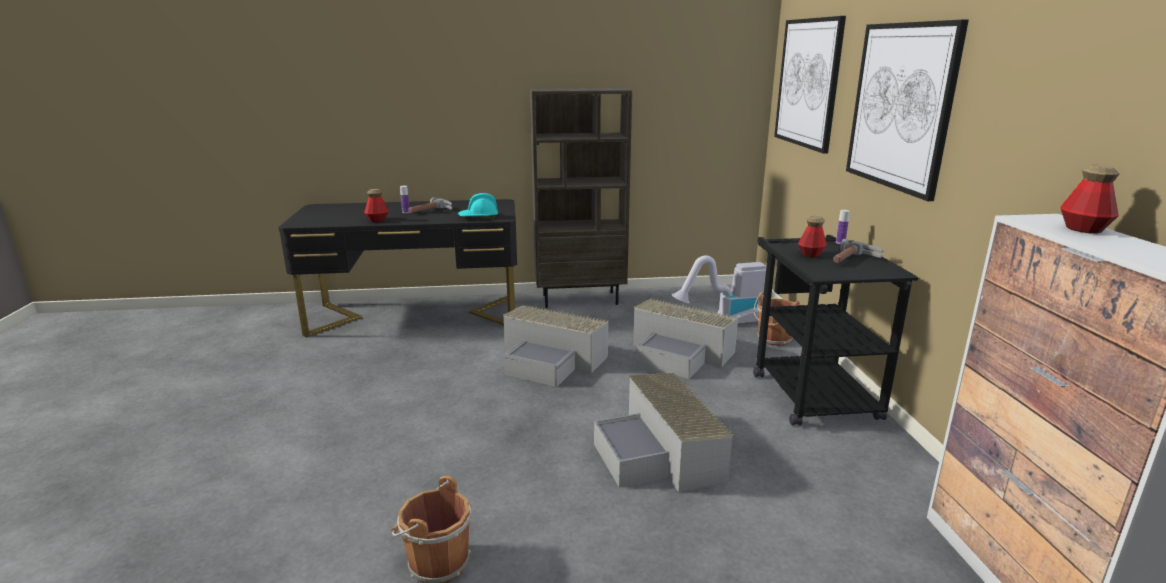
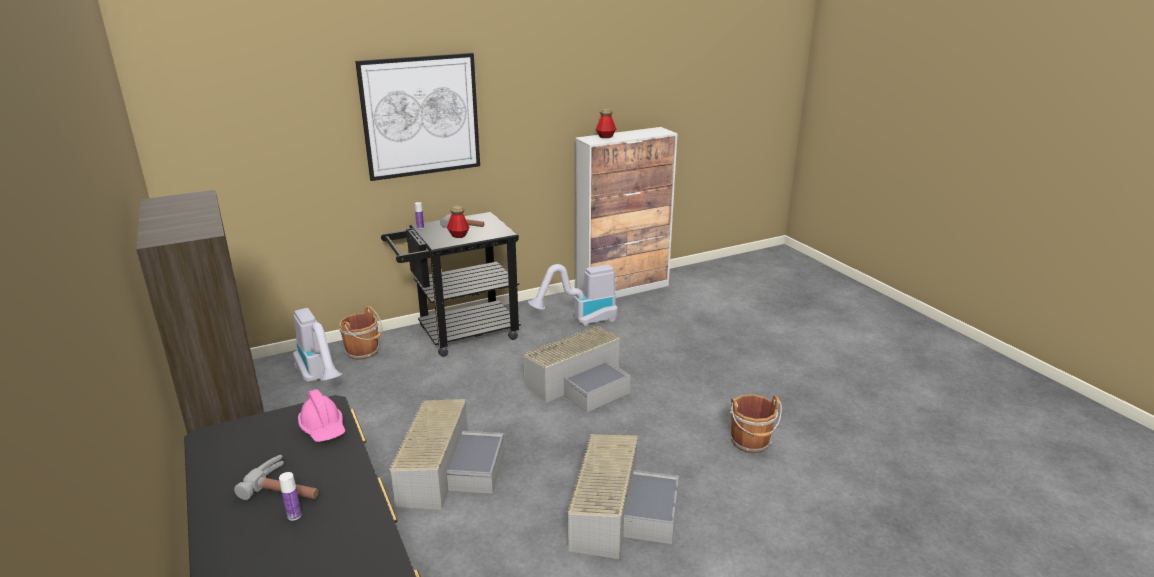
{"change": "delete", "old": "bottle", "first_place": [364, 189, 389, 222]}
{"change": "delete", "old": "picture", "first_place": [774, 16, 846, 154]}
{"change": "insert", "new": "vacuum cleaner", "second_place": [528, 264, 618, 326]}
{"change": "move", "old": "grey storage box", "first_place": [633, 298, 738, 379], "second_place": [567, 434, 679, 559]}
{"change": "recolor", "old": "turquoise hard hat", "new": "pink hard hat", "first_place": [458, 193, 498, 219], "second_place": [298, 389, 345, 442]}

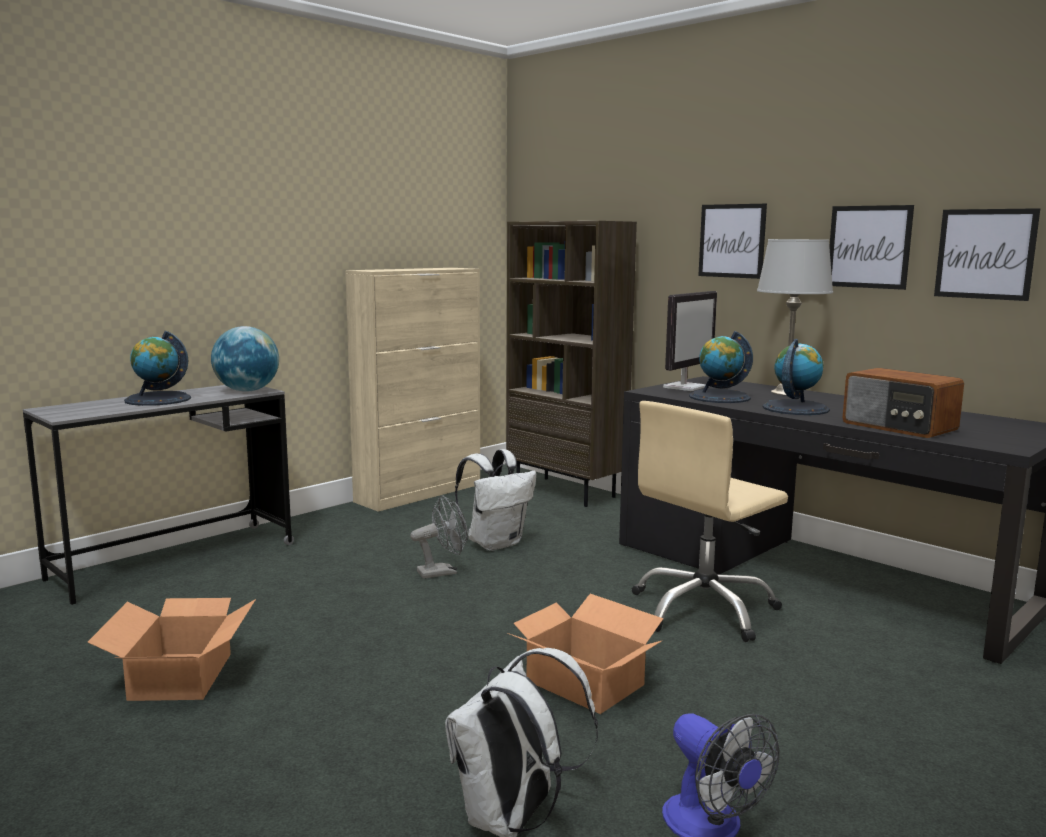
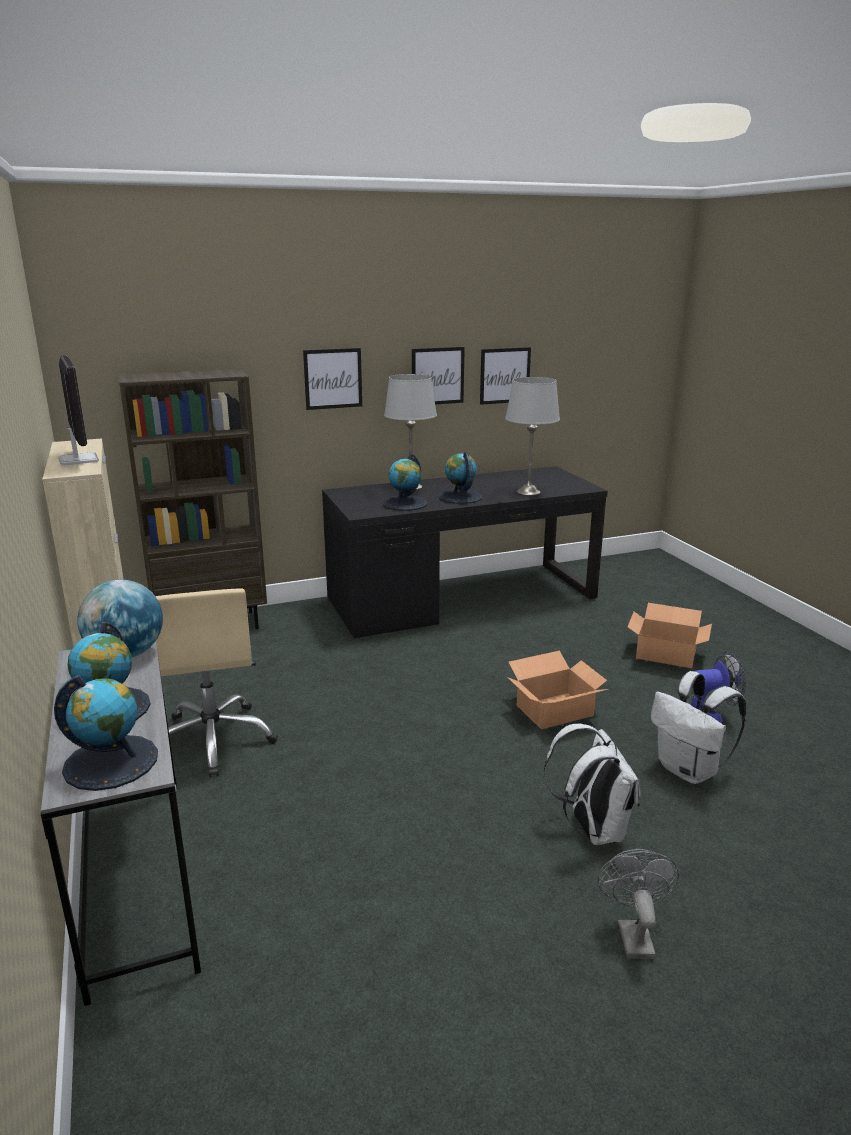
{"change": "insert", "new": "globe", "second_place": [54, 675, 158, 791]}
{"change": "move", "old": "cardboard box", "first_place": [87, 598, 256, 701], "second_place": [628, 603, 712, 668]}
{"change": "move", "old": "grey fan", "first_place": [410, 495, 467, 579], "second_place": [597, 849, 679, 959]}
{"change": "move", "old": "white backpack", "first_place": [455, 449, 536, 551], "second_place": [544, 724, 641, 845]}
{"change": "move", "old": "beige office chair", "first_place": [632, 401, 788, 642], "second_place": [155, 588, 278, 778]}
{"change": "move", "old": "monitor", "first_place": [663, 291, 717, 391], "second_place": [59, 355, 99, 465]}
{"change": "replace", "old": "radio", "new": "grey table lamp", "first_place": [842, 368, 964, 438], "second_place": [505, 377, 560, 496]}

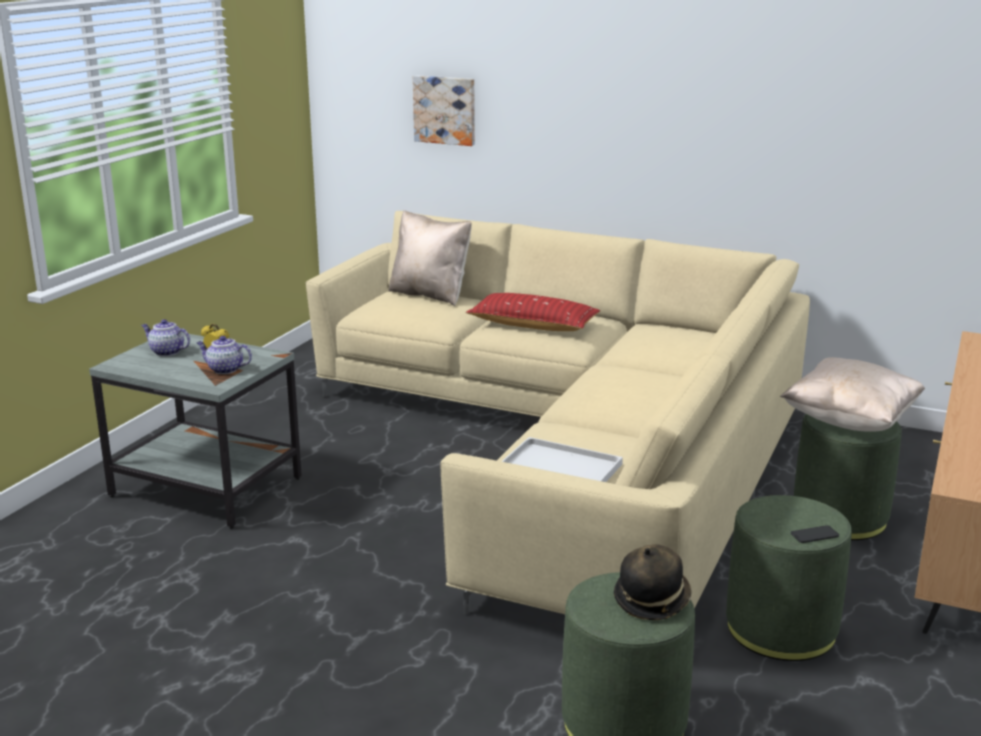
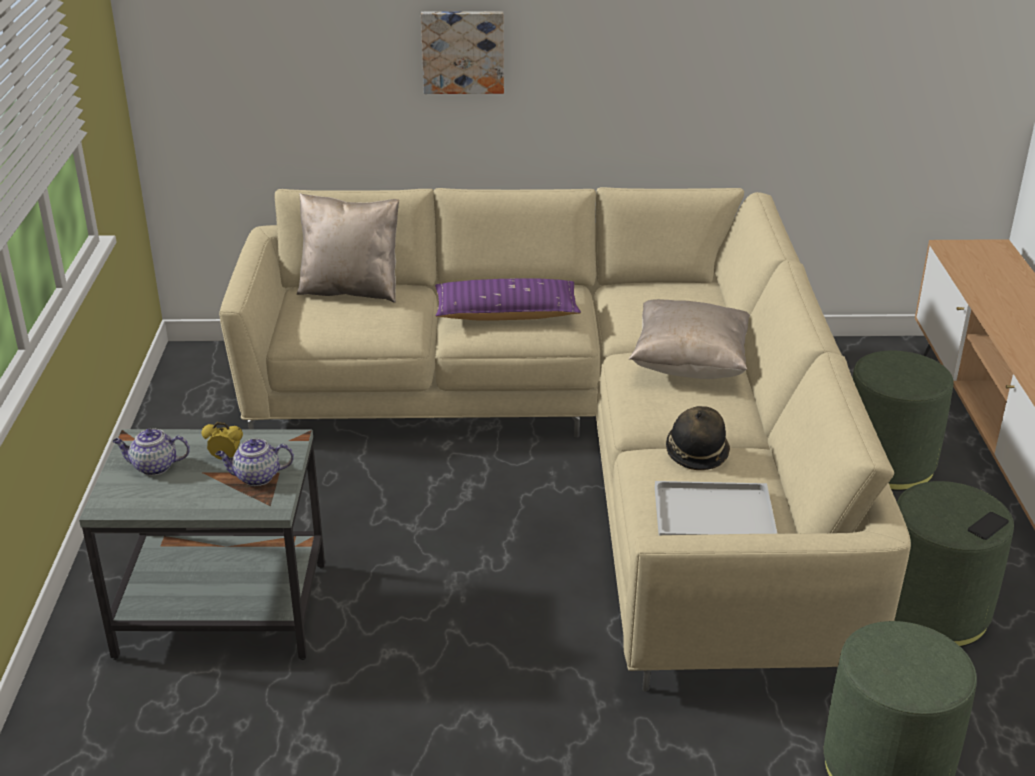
{"change": "move", "old": "picture", "first_place": [413, 75, 475, 146], "second_place": [421, 11, 504, 94]}
{"change": "move", "old": "hat", "first_place": [614, 544, 692, 620], "second_place": [666, 406, 730, 470]}
{"change": "move", "old": "beige pillow", "first_place": [780, 357, 925, 431], "second_place": [629, 299, 750, 379]}
{"change": "recolor", "old": "red pillow", "new": "purple pillow", "first_place": [466, 293, 600, 331], "second_place": [435, 278, 581, 321]}

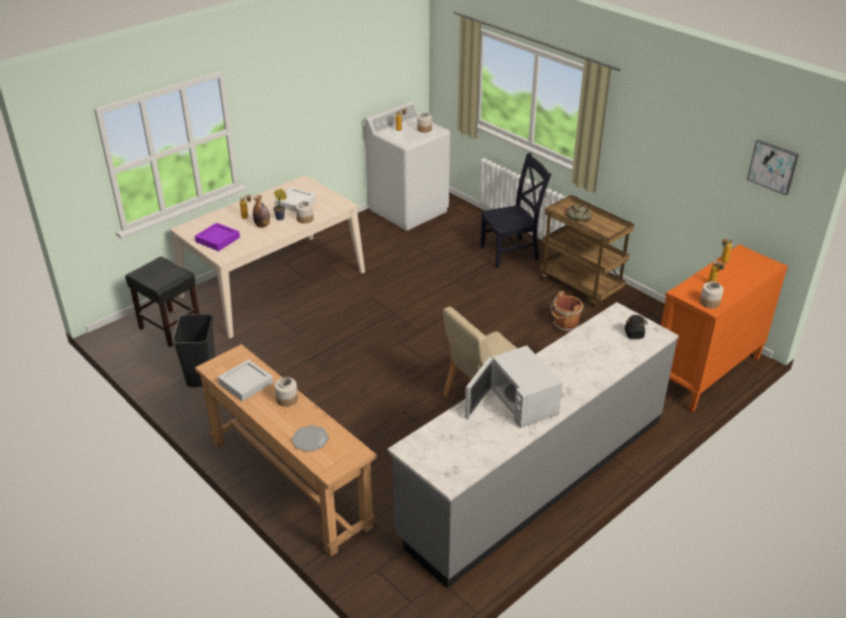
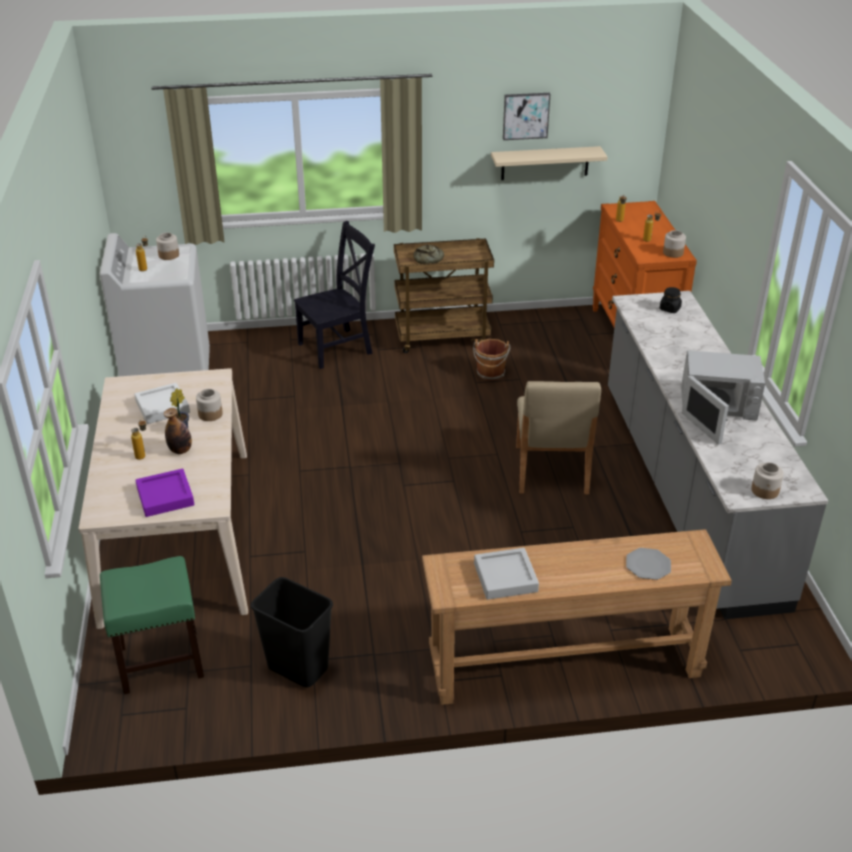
{"change": "insert", "new": "beige shelf", "second_place": [491, 146, 607, 180]}
{"change": "move", "old": "jar", "first_place": [275, 377, 298, 407], "second_place": [751, 462, 784, 499]}
{"change": "move", "old": "picture", "first_place": [747, 139, 799, 195], "second_place": [503, 93, 550, 140]}
{"change": "recolor", "old": "black stool", "new": "green stool", "first_place": [125, 256, 200, 347], "second_place": [100, 556, 204, 694]}
{"change": "rotate", "old": "black chair", "first_place": [480, 153, 551, 268], "second_place": [294, 221, 375, 369], "degrees": 45}

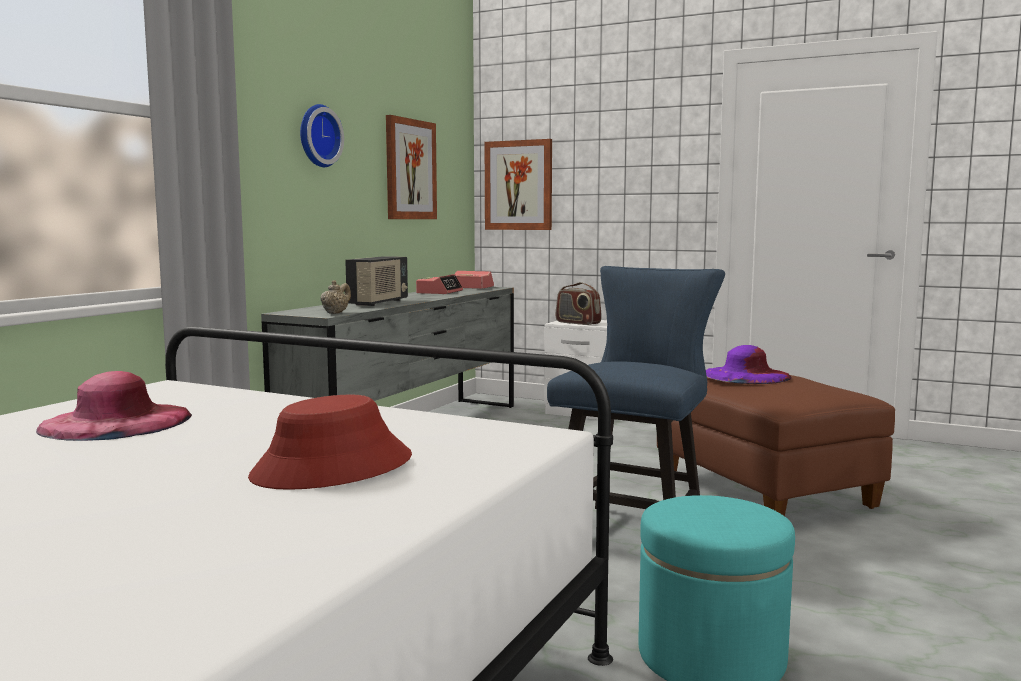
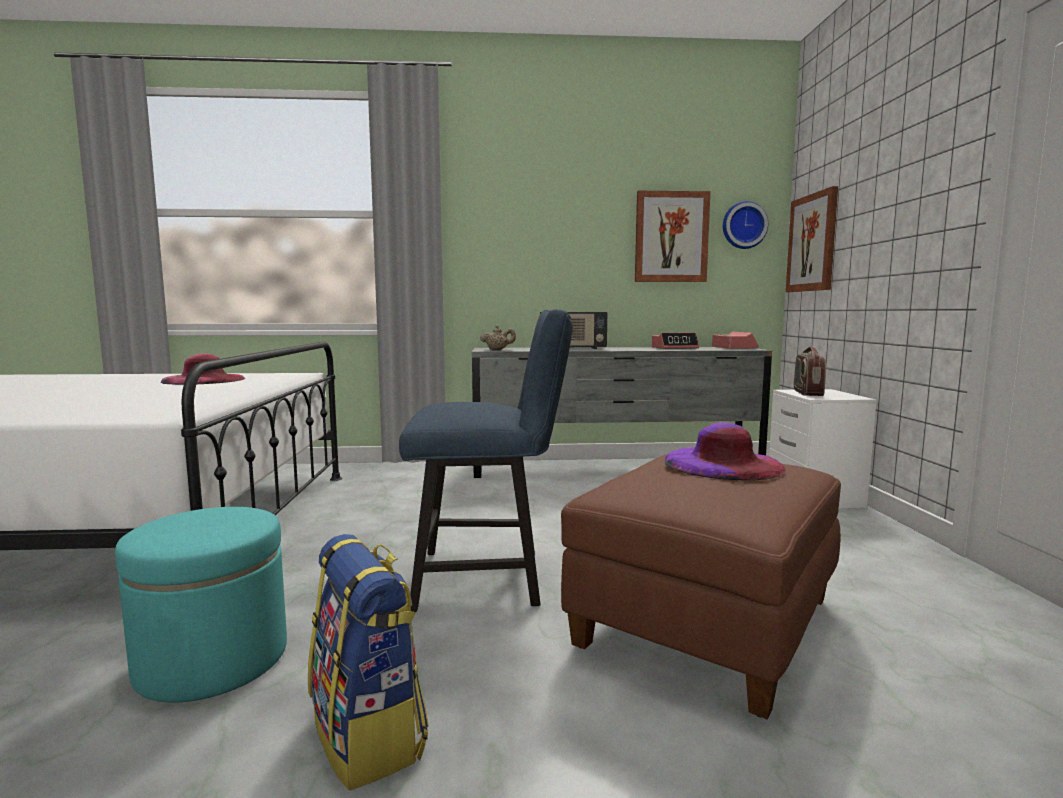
{"change": "delete", "old": "red hat", "first_place": [248, 395, 412, 490]}
{"change": "insert", "new": "backpack", "second_place": [308, 534, 429, 791]}
{"change": "move", "old": "wall clock", "first_place": [300, 104, 344, 167], "second_place": [723, 201, 768, 249]}

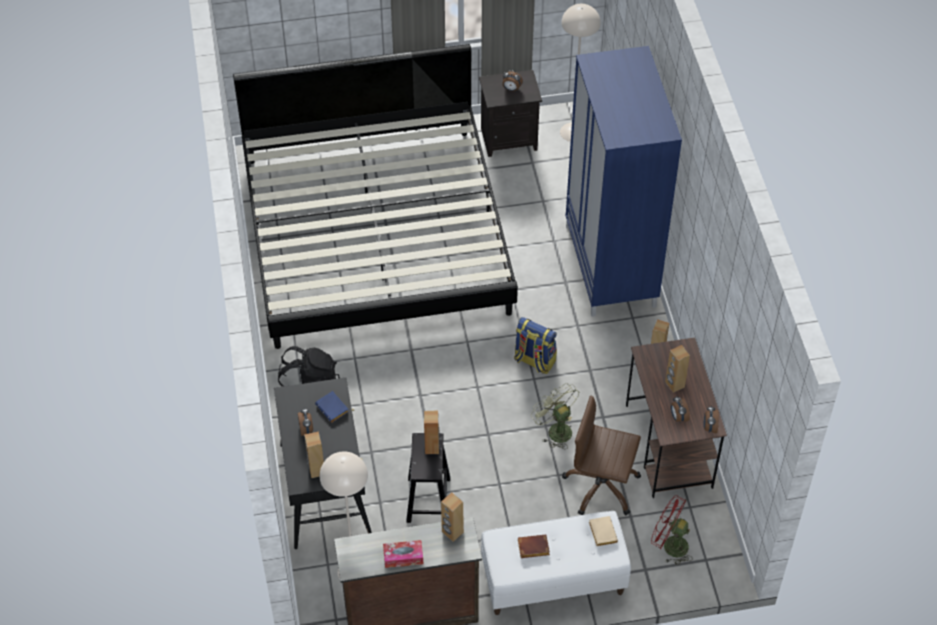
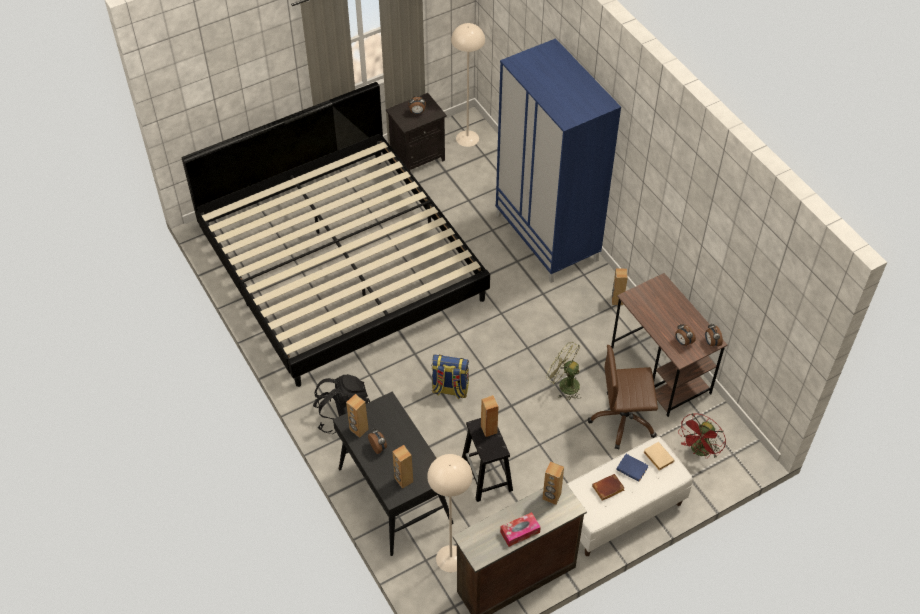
{"change": "move", "old": "blue book", "first_place": [315, 391, 349, 423], "second_place": [616, 454, 649, 482]}
{"change": "move", "old": "backpack", "first_place": [514, 317, 557, 374], "second_place": [432, 355, 469, 399]}
{"change": "move", "old": "brown speaker", "first_place": [665, 345, 690, 393], "second_place": [346, 394, 369, 438]}
{"change": "rotate", "old": "red fan", "first_place": [651, 495, 693, 565], "second_place": [679, 413, 726, 459], "degrees": -60}

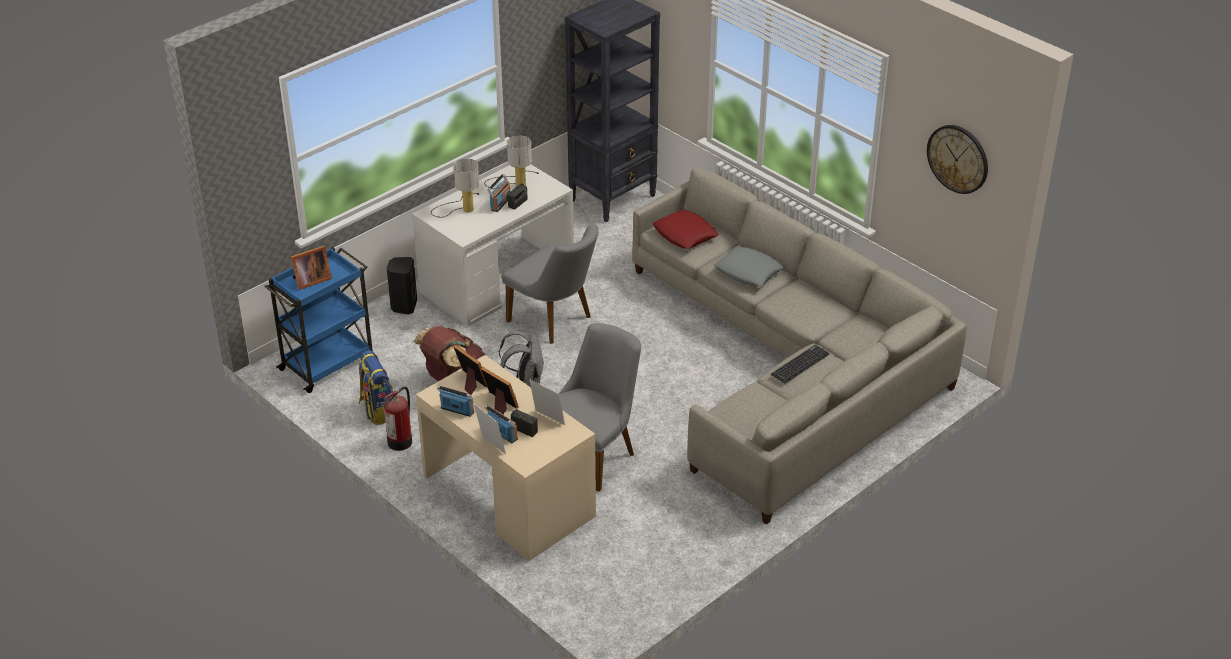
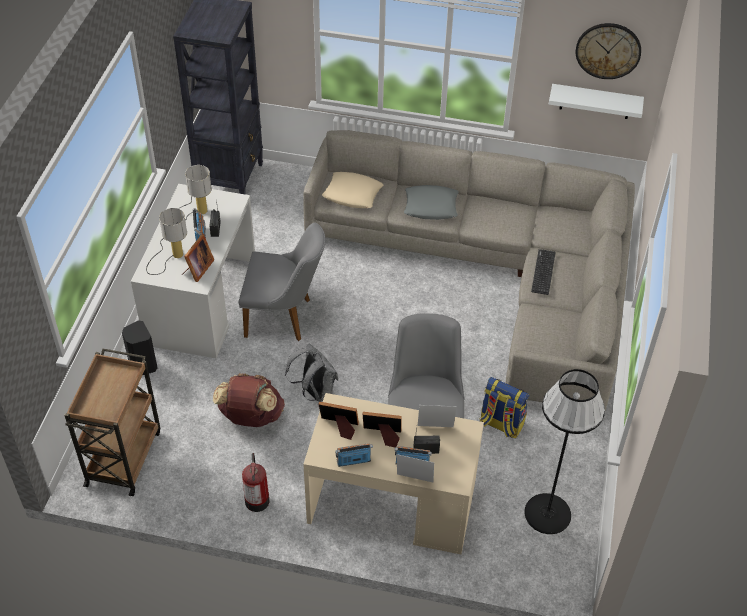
{"change": "insert", "new": "black floor lamp", "second_place": [524, 369, 605, 534]}
{"change": "insert", "new": "white shelf", "second_place": [549, 84, 644, 119]}
{"change": "move", "old": "picture frame", "first_place": [291, 246, 332, 290], "second_place": [182, 234, 214, 282]}
{"change": "move", "old": "backpack", "first_place": [358, 350, 393, 425], "second_place": [480, 377, 529, 438]}
{"change": "recolor", "old": "blue cart", "new": "brown cart", "first_place": [264, 247, 373, 393], "second_place": [64, 349, 160, 496]}
{"change": "recolor", "old": "red pillow", "new": "beige pillow", "first_place": [653, 209, 719, 249], "second_place": [322, 172, 383, 208]}

